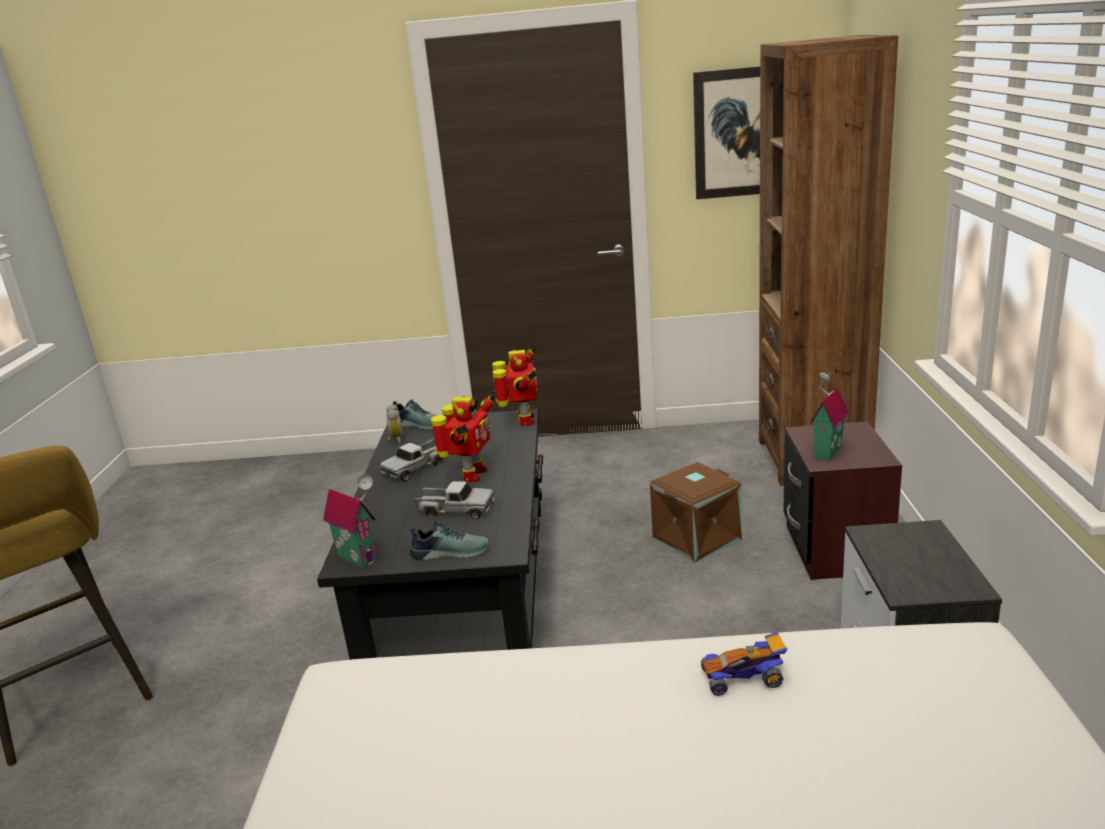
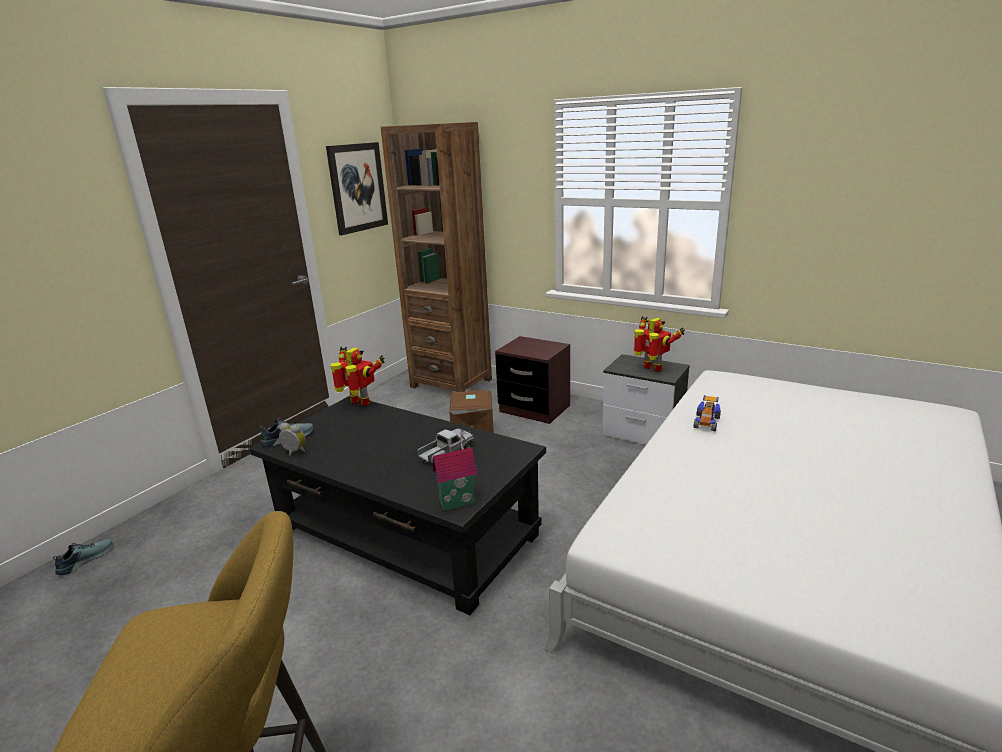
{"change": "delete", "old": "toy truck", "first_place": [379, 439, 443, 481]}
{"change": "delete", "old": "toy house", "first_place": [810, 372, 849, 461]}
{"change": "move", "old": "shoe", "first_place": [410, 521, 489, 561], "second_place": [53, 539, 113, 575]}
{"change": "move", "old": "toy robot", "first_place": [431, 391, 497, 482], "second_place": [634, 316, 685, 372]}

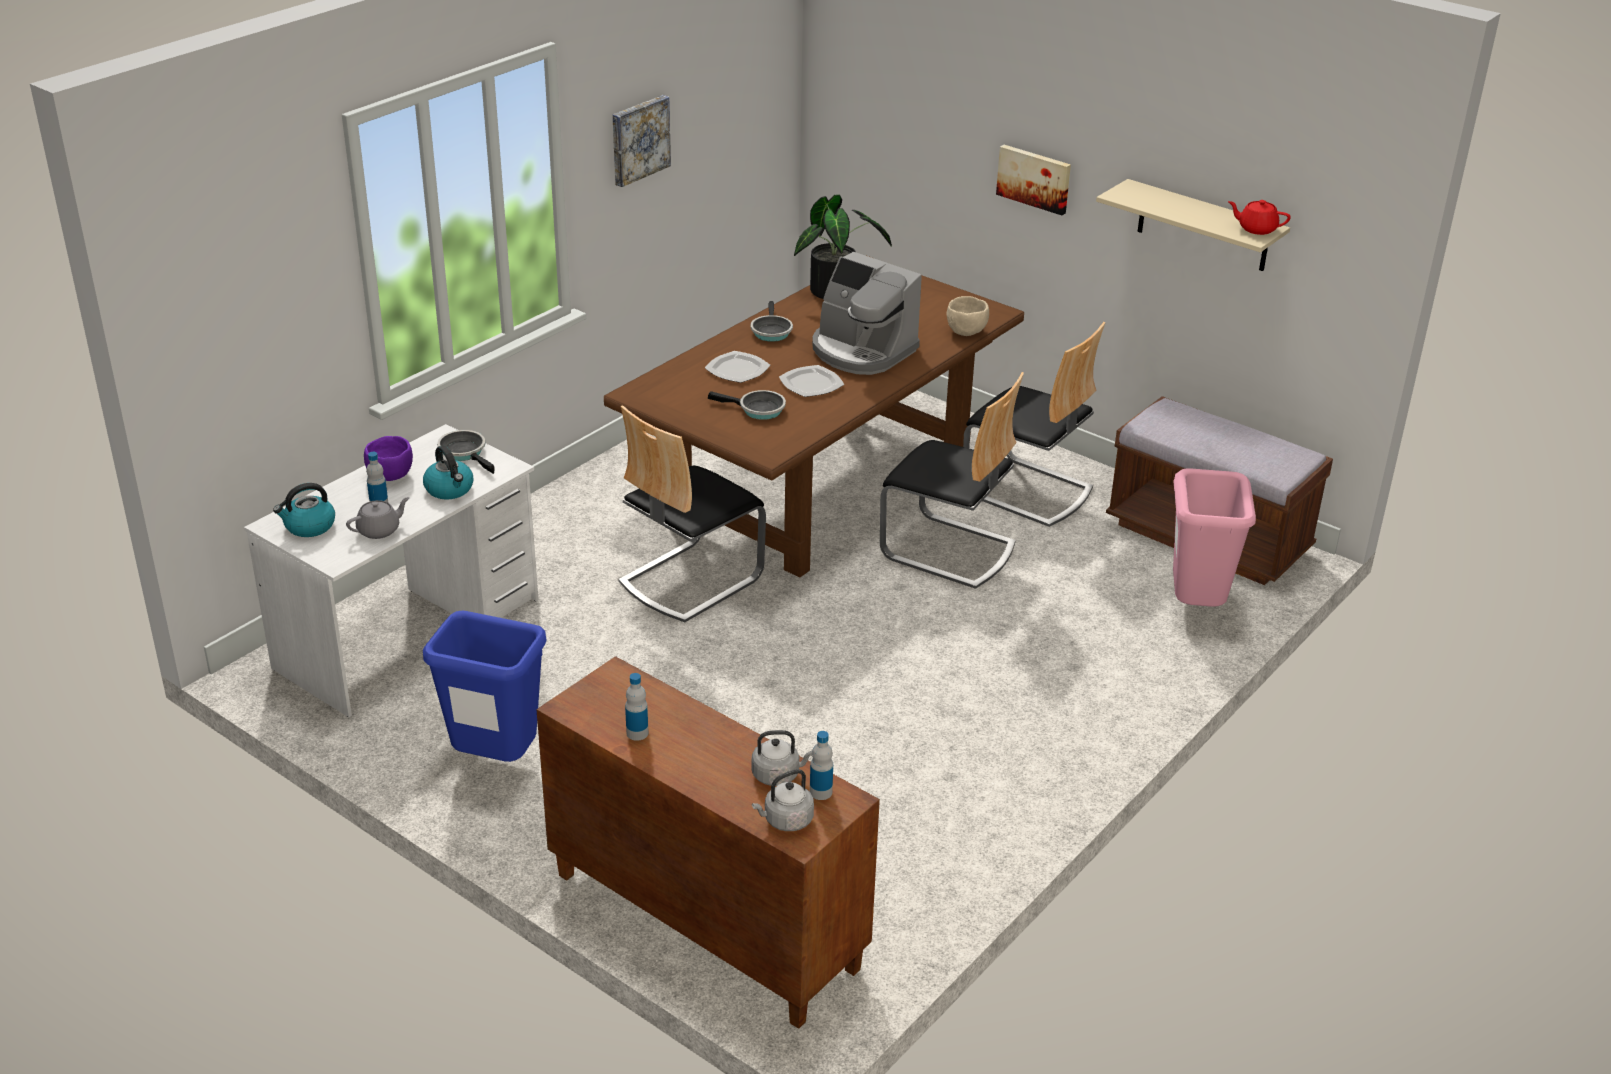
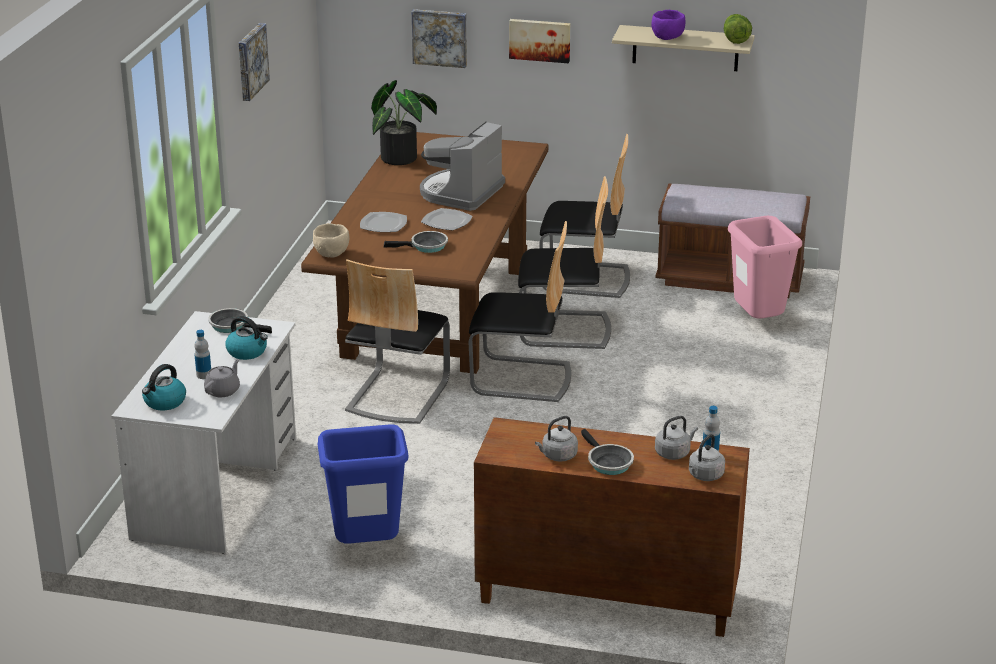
{"change": "insert", "new": "picture", "second_place": [412, 9, 467, 68]}
{"change": "insert", "new": "chair", "second_place": [468, 221, 571, 402]}
{"change": "move", "old": "purple bowl", "first_place": [364, 436, 413, 481], "second_place": [651, 10, 685, 40]}
{"change": "move", "old": "frying pan", "first_place": [750, 301, 793, 342], "second_place": [581, 429, 634, 475]}
{"change": "move", "old": "beige bowl", "first_place": [947, 296, 989, 336], "second_place": [313, 223, 349, 257]}
{"change": "replace", "old": "bottle", "new": "grey kettle", "first_place": [625, 673, 648, 741], "second_place": [535, 416, 578, 461]}
{"change": "replace", "old": "red teapot", "new": "lettuce", "first_place": [1228, 200, 1291, 235], "second_place": [724, 14, 752, 44]}
{"change": "rotate", "old": "coffee machine", "first_place": [812, 252, 922, 375], "second_place": [420, 121, 505, 211], "degrees": 105}

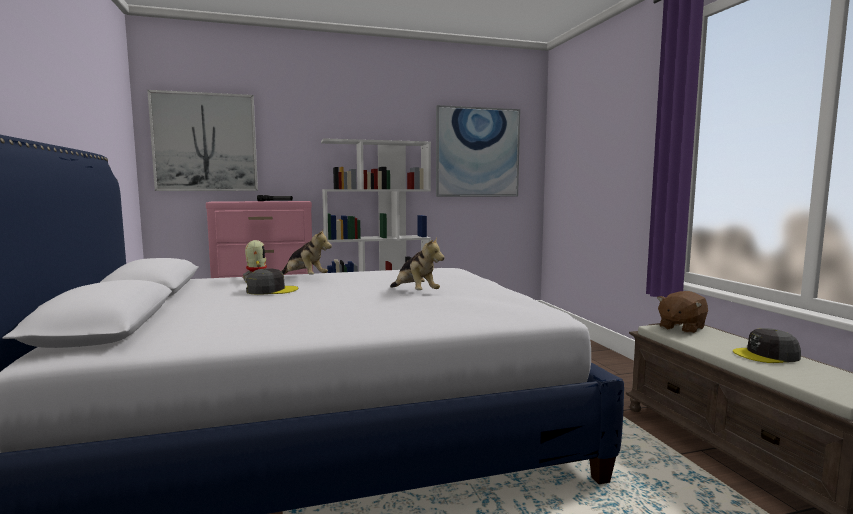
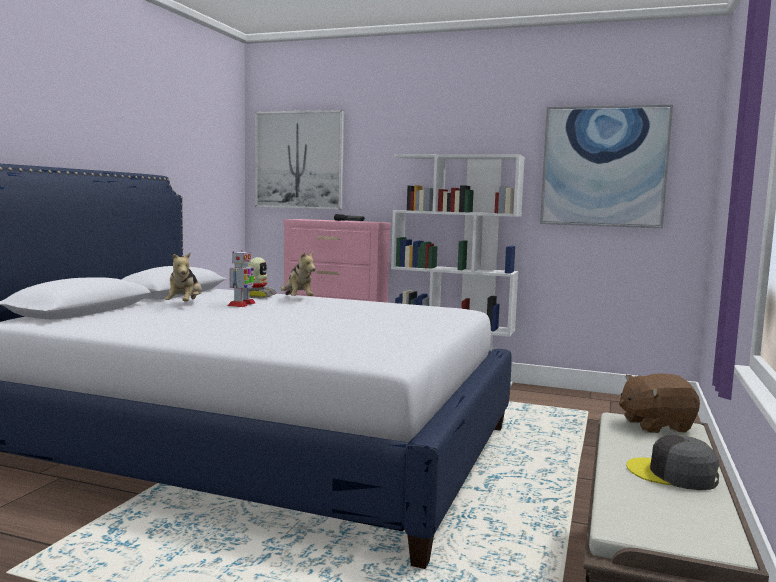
{"change": "move", "old": "plush toy", "first_place": [390, 237, 445, 290], "second_place": [165, 252, 202, 301]}
{"change": "replace", "old": "grey cap", "new": "toy robot", "first_place": [246, 268, 299, 295], "second_place": [228, 250, 255, 307]}

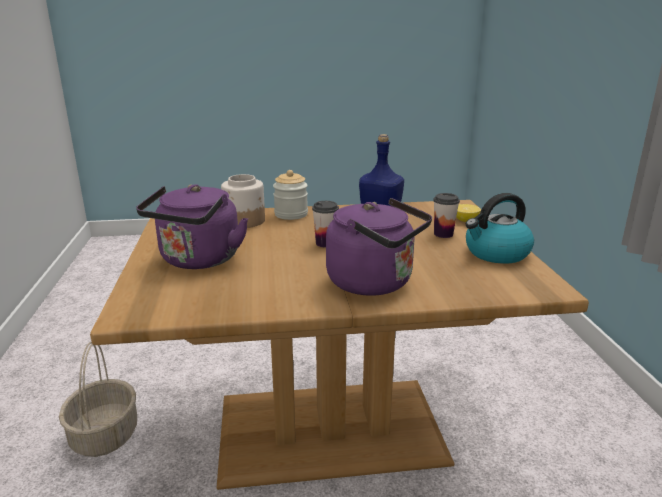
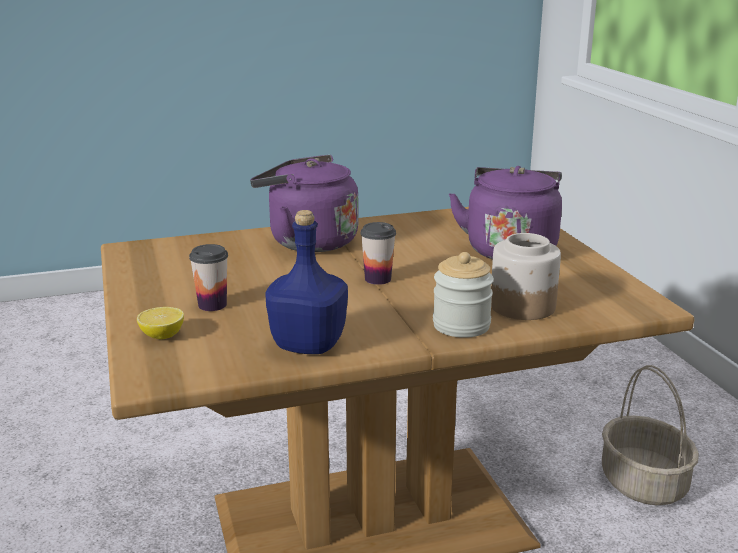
{"change": "delete", "old": "kettle", "first_place": [466, 193, 534, 264]}

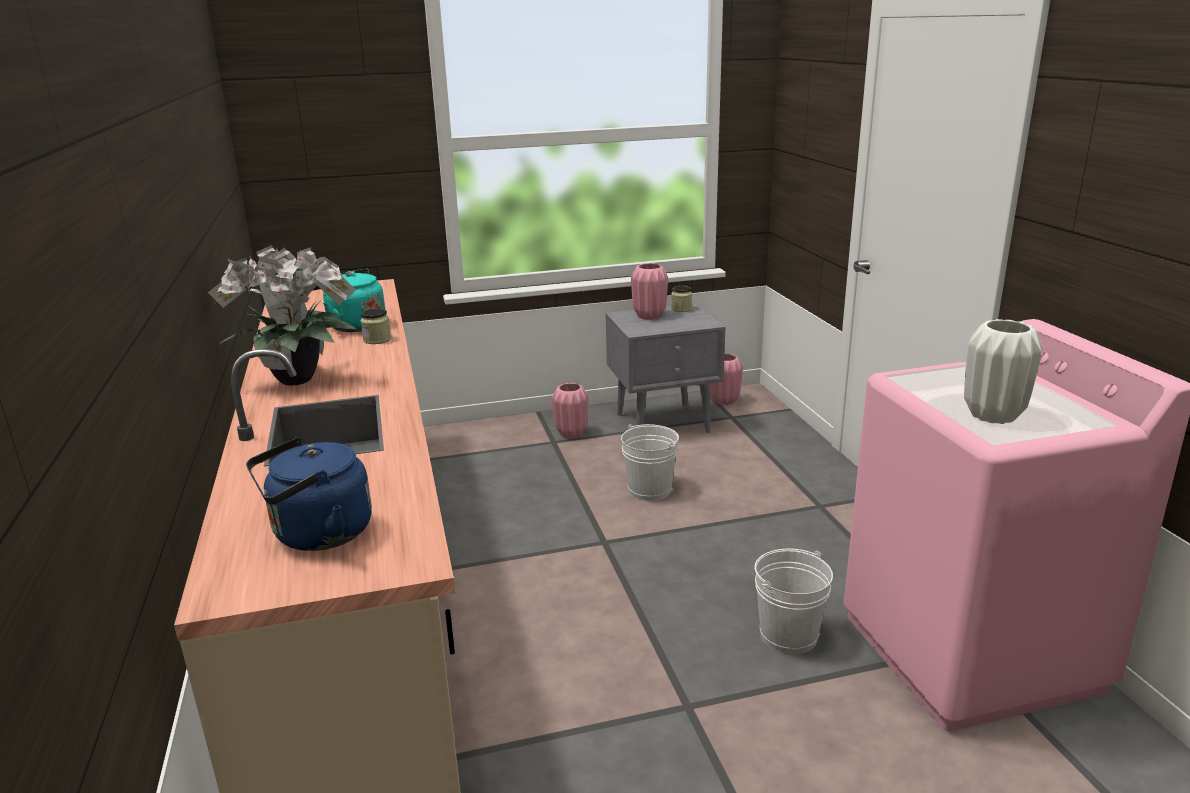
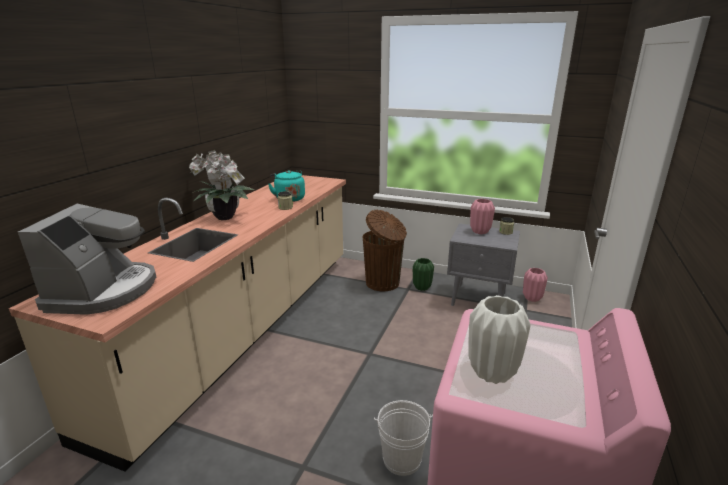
{"change": "delete", "old": "white bucket", "first_place": [621, 424, 679, 501]}
{"change": "insert", "new": "brown trash can", "second_place": [363, 210, 407, 291]}
{"change": "replace", "old": "blue kettle", "new": "coffee machine", "first_place": [246, 437, 372, 551], "second_place": [18, 203, 156, 315]}
{"change": "recolor", "old": "pink vase", "new": "green vase", "first_place": [552, 383, 588, 438], "second_place": [413, 258, 434, 291]}

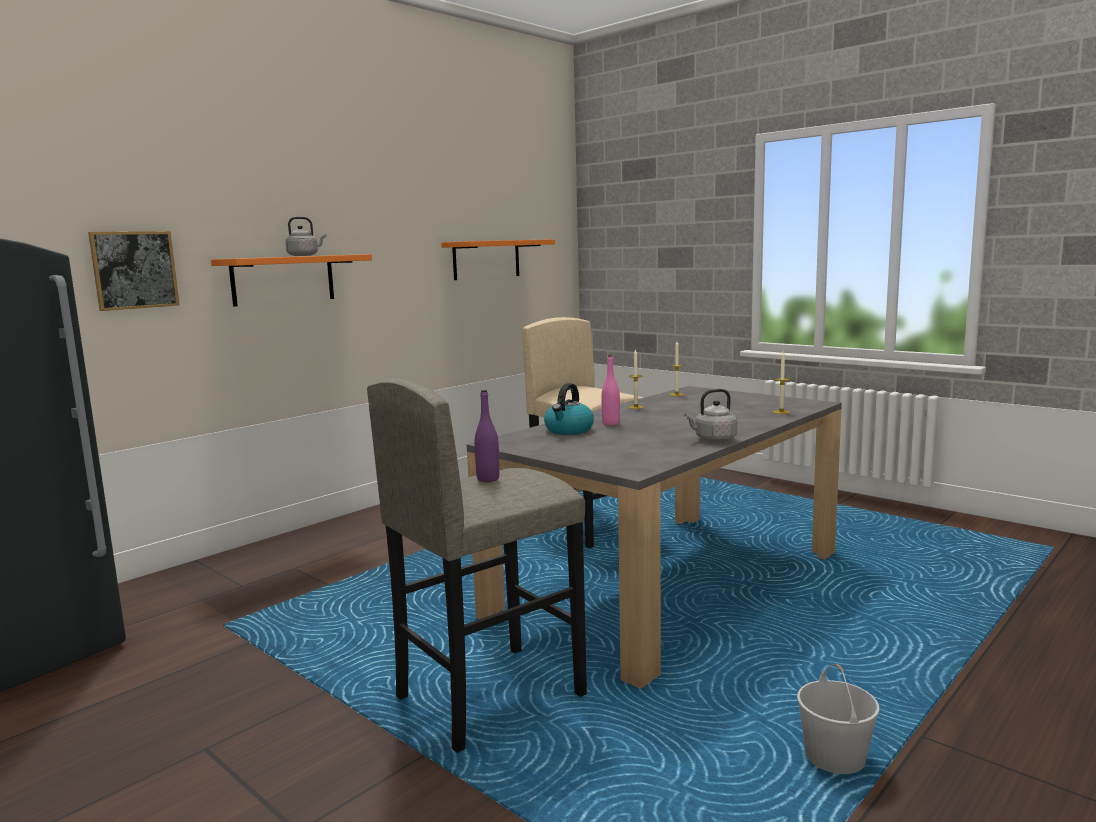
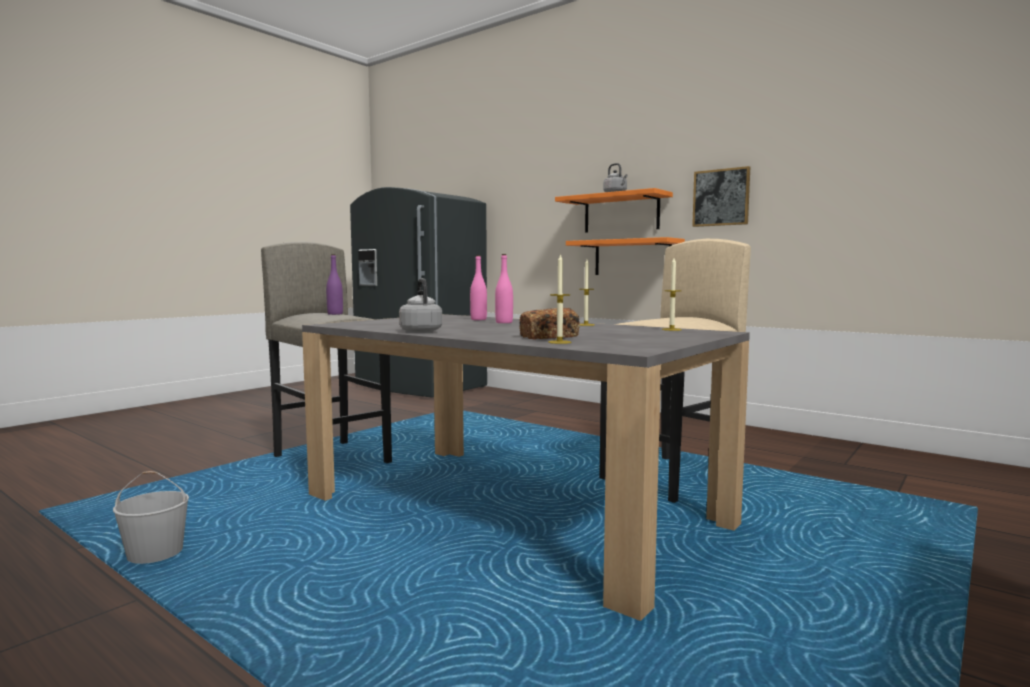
{"change": "insert", "new": "bread", "second_place": [519, 308, 580, 340]}
{"change": "move", "old": "picture", "first_place": [88, 231, 180, 311], "second_place": [692, 166, 750, 227]}
{"change": "move", "old": "orange shelf", "first_place": [441, 239, 555, 280], "second_place": [566, 237, 685, 275]}
{"change": "replace", "old": "kettle", "new": "pink bottle", "first_place": [544, 383, 594, 435], "second_place": [470, 255, 487, 320]}

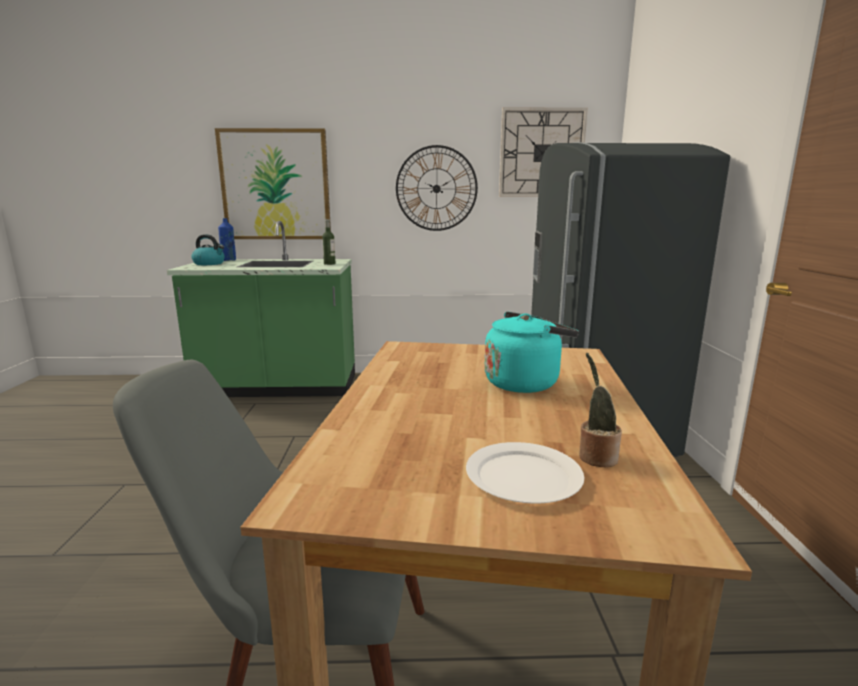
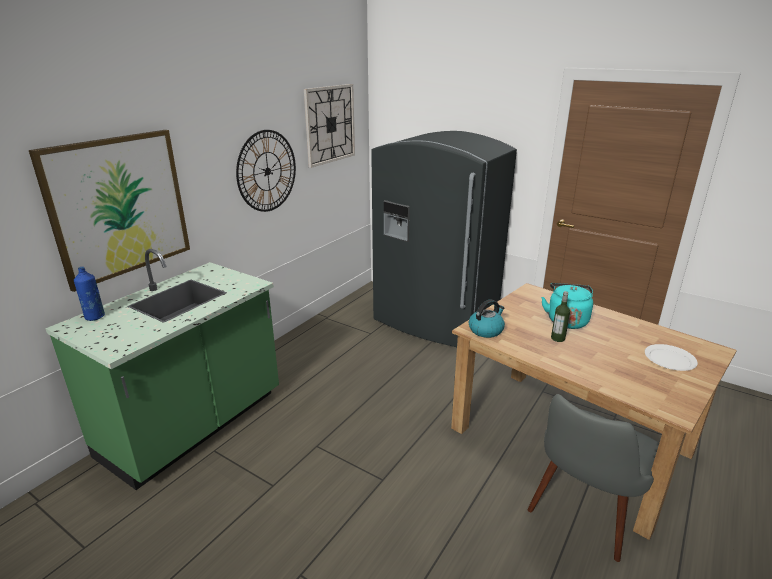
{"change": "delete", "old": "potted plant", "first_place": [579, 353, 622, 467]}
{"change": "move", "old": "kettle", "first_place": [191, 234, 225, 265], "second_place": [469, 299, 505, 338]}
{"change": "move", "old": "bottle", "first_place": [322, 219, 335, 265], "second_place": [551, 291, 570, 342]}

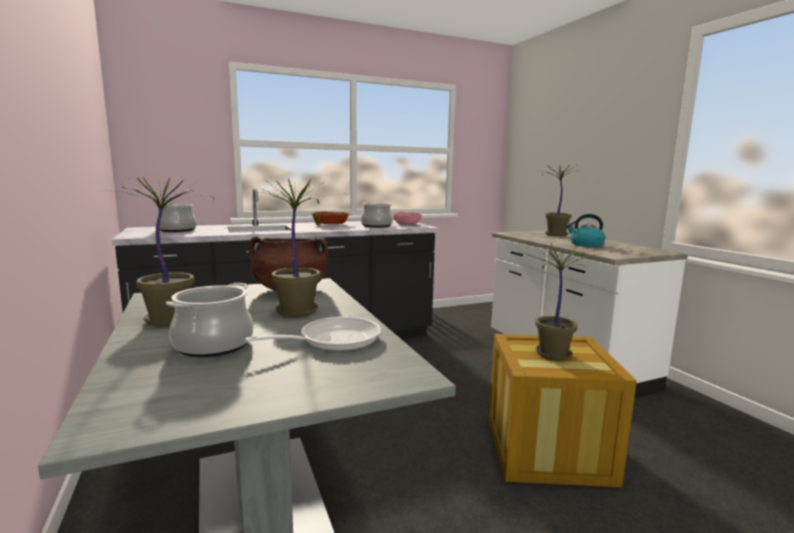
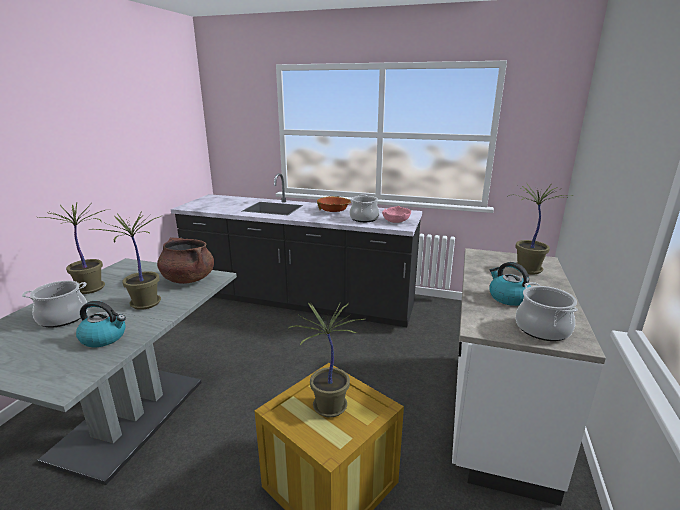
{"change": "move", "old": "cooking pot", "first_place": [156, 203, 197, 232], "second_place": [515, 282, 578, 341]}
{"change": "replace", "old": "frying pan", "new": "kettle", "first_place": [244, 317, 381, 351], "second_place": [76, 301, 126, 347]}

